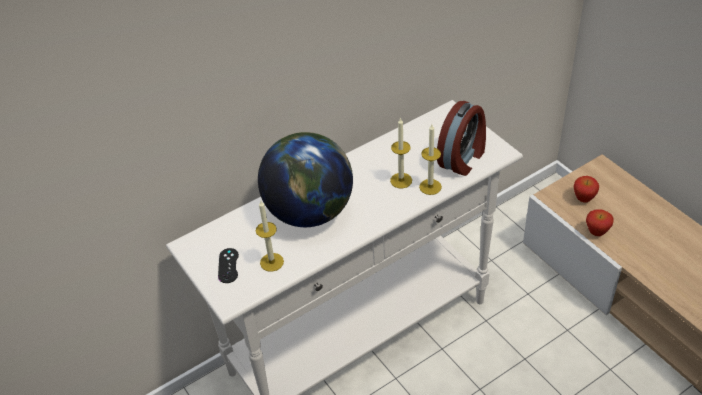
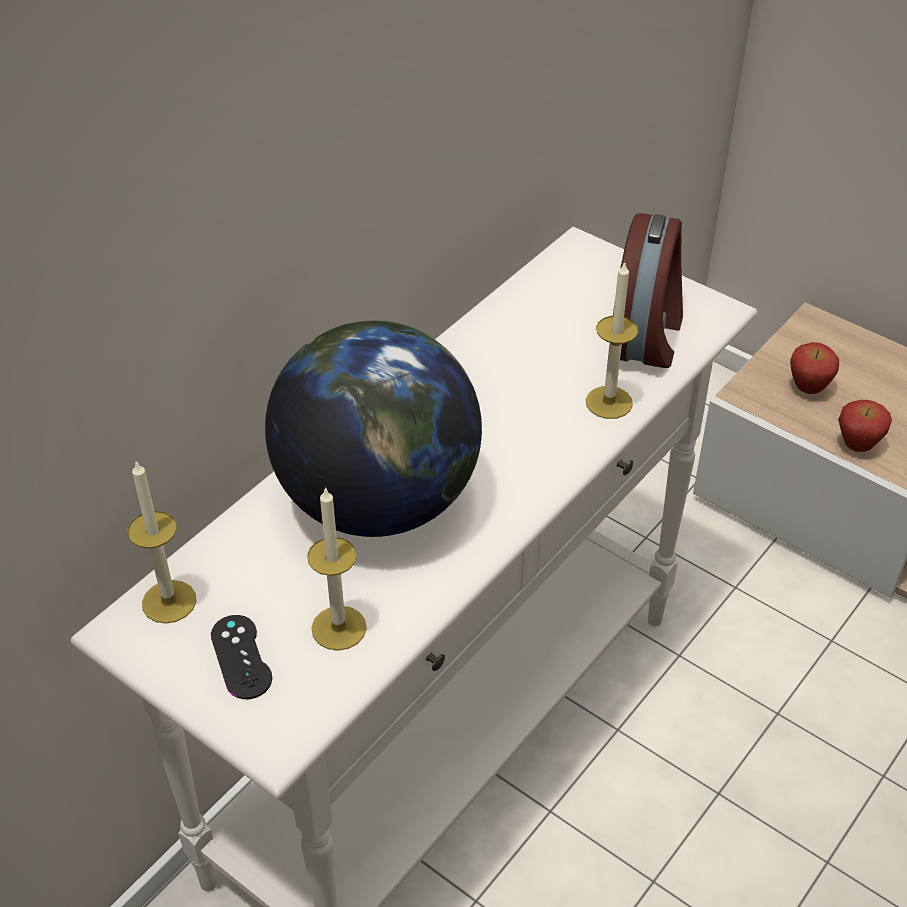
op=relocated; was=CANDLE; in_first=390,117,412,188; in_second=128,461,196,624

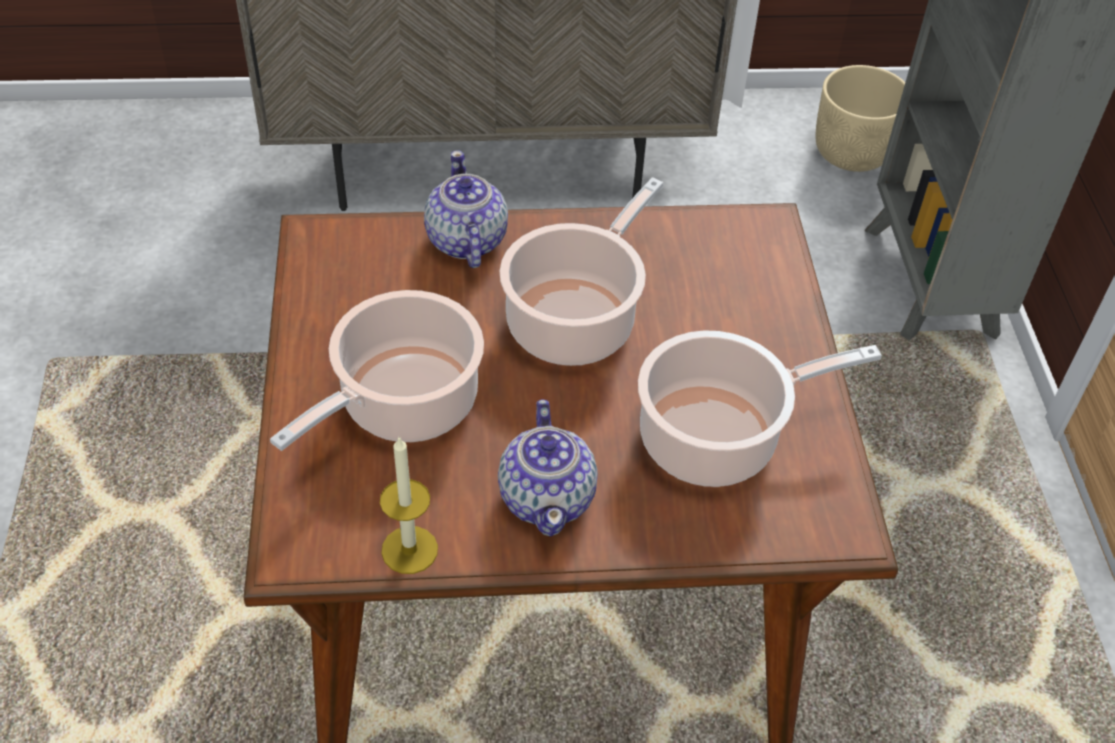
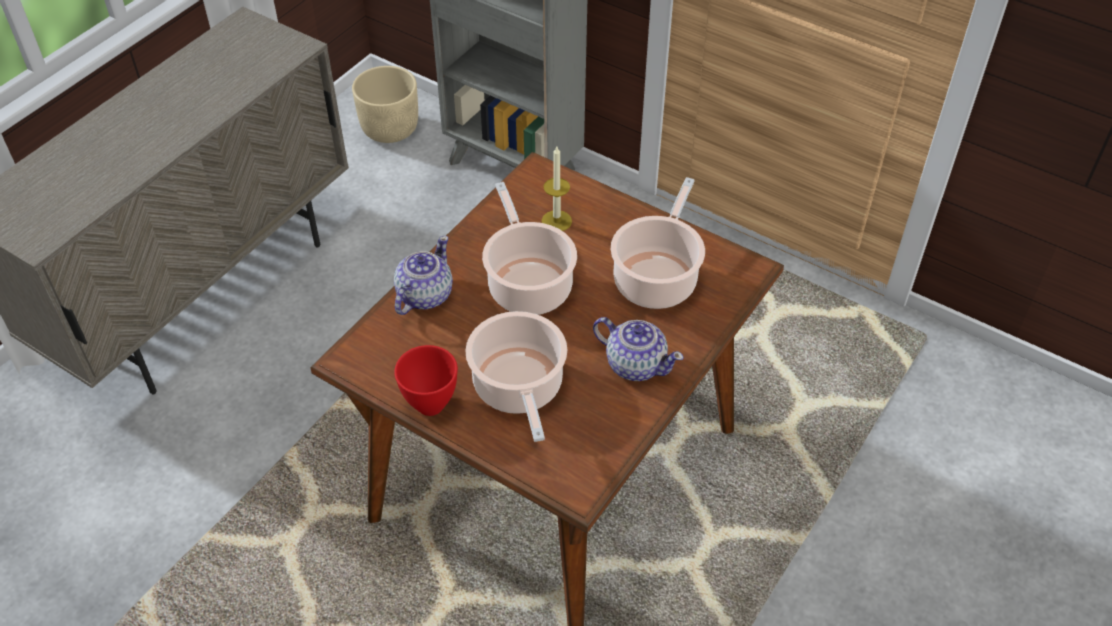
op=appeared; now=RED-COLOURED SERVING BOWL; in_second=394,345,458,416
op=relocated; was=CANDLE; in_first=380,437,438,574; in_second=542,147,572,231
op=spun; was=TEA POT; in_first=424,150,508,268; in_second=394,236,453,315; clockwise=90

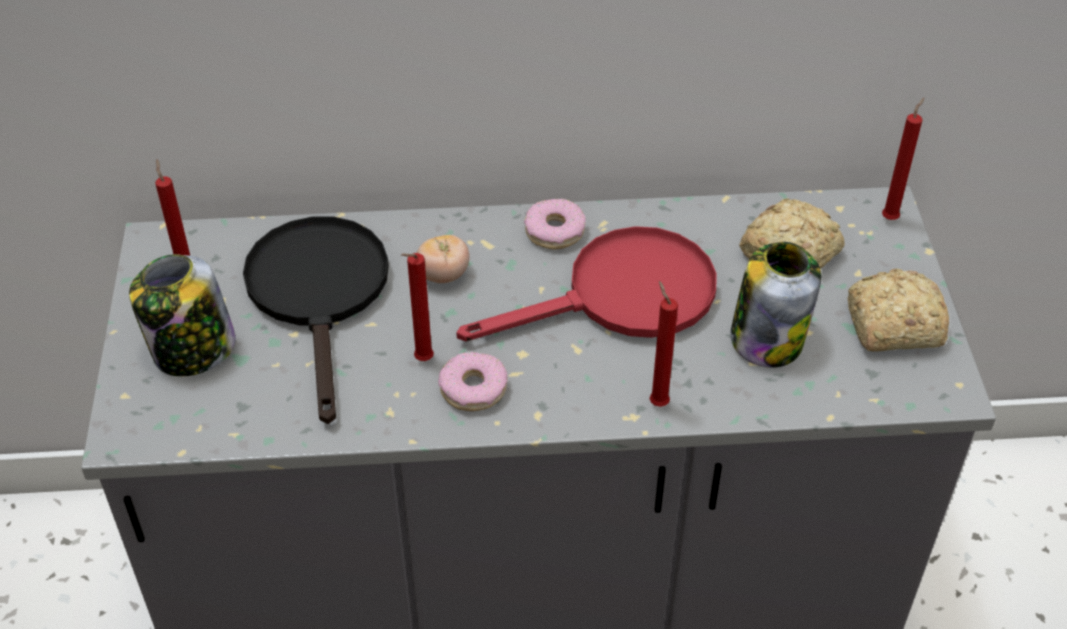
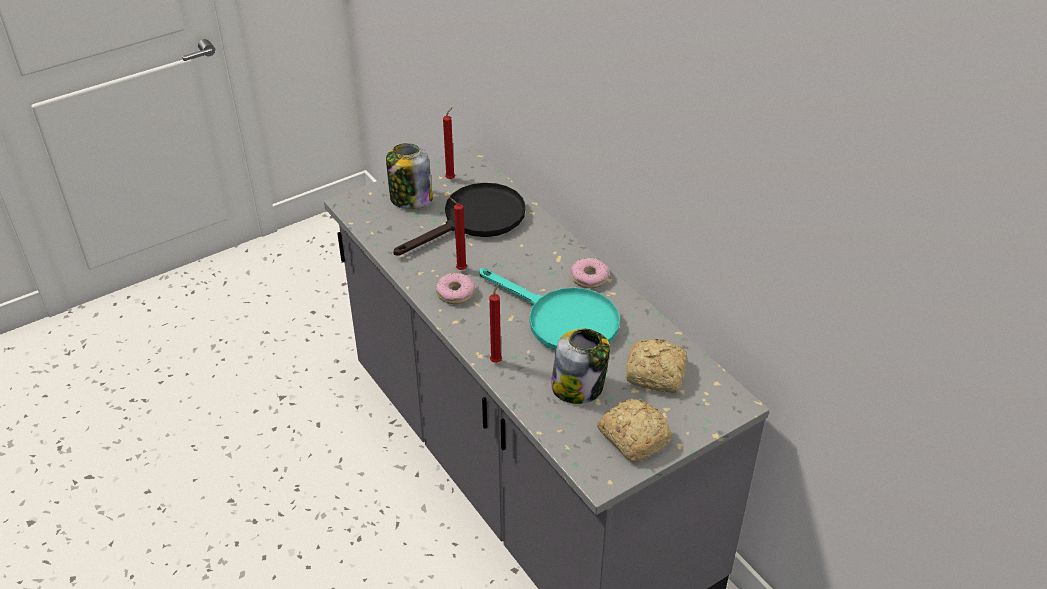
op=missing; was=FRESH TOMATO; in_first=417,235,470,283
op=missing; was=RED-COLOURED CANDLE; in_first=882,98,924,220
op=colour; was=RED-COLOURED PAN; now=TURQUOISE-COLOURED PAN; in_first=457,226,716,341; in_second=479,268,620,351

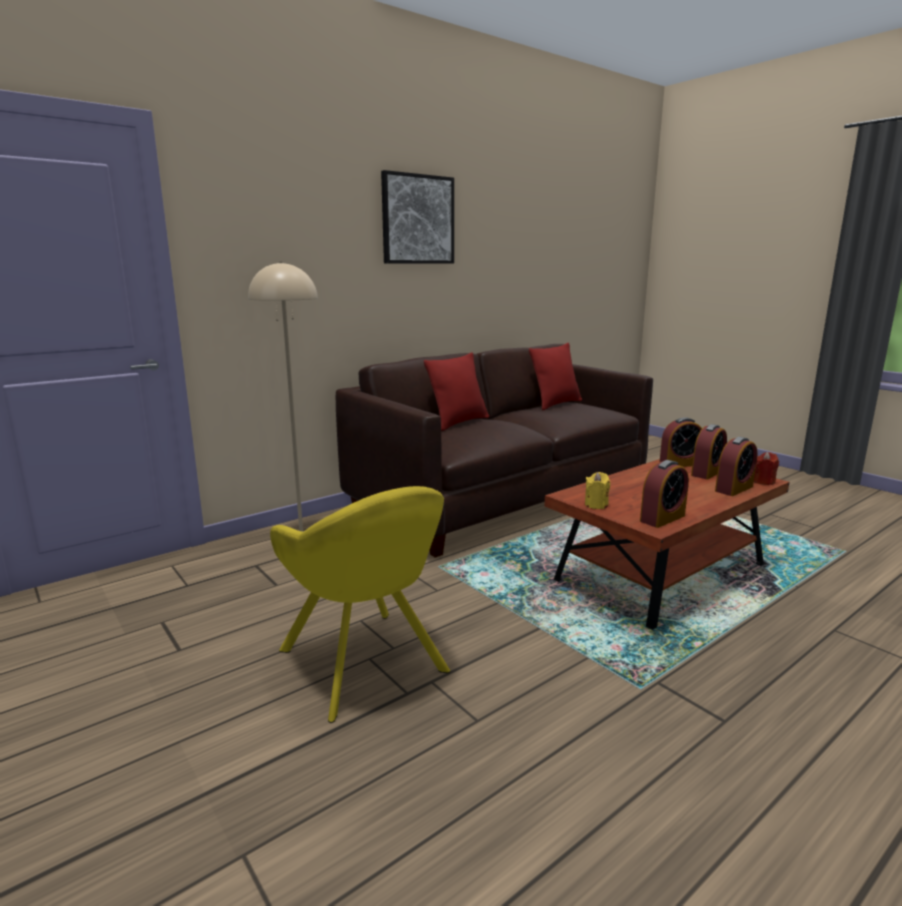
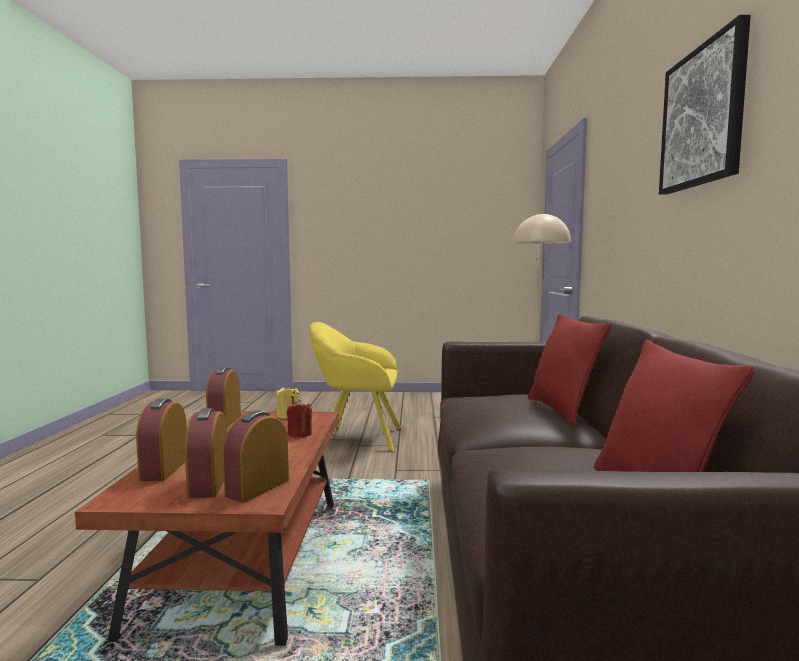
op=relocated; was=RED-COLOURED CANDLE; in_first=754,452,779,485; in_second=287,400,312,437

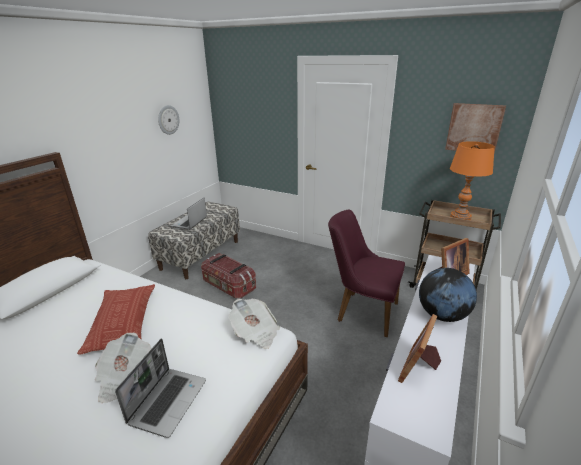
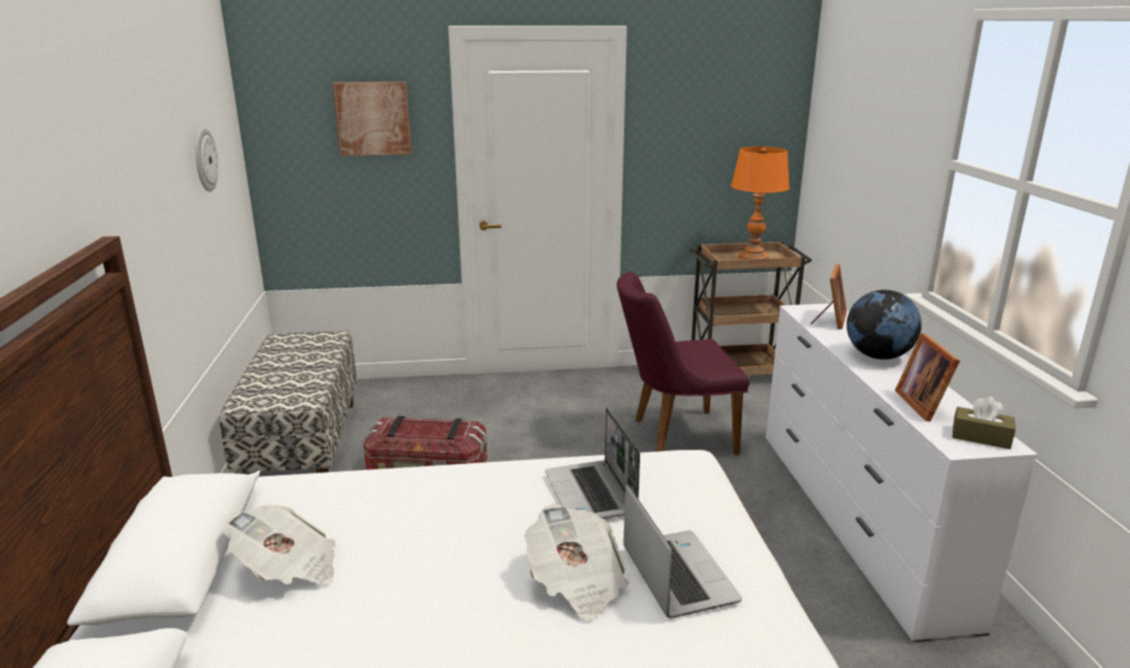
op=missing; was=THROW PILLOW; in_first=77,284,155,355
op=appeared; now=BROWN-COLOURED BOX OF TISSUES; in_second=952,397,1016,449
op=relocated; was=LAPTOP; in_first=171,198,207,230; in_second=545,408,640,519
op=relocated; was=DAILY PAPER; in_first=228,299,280,349; in_second=227,505,336,585
op=relocated; was=PICTURE; in_first=445,103,506,154; in_second=333,82,412,156

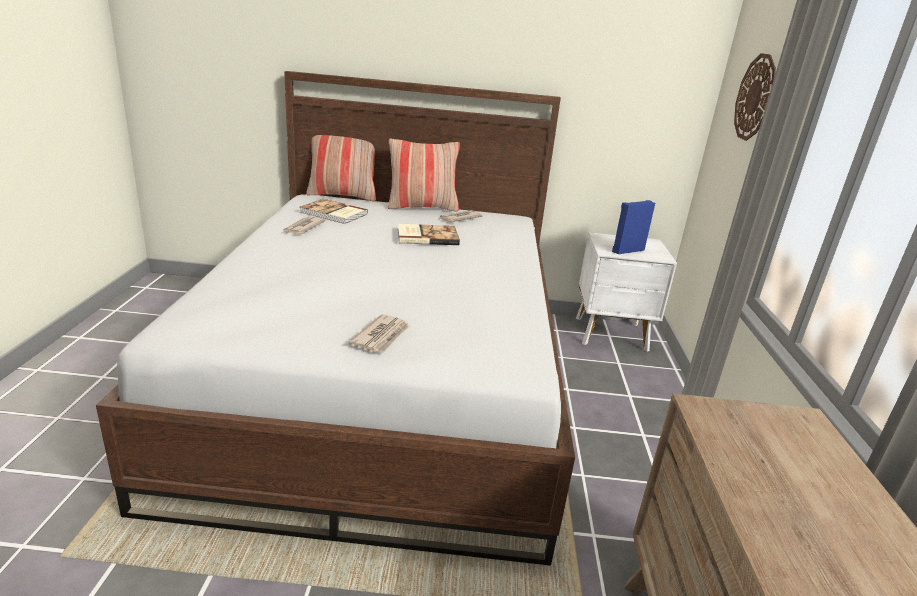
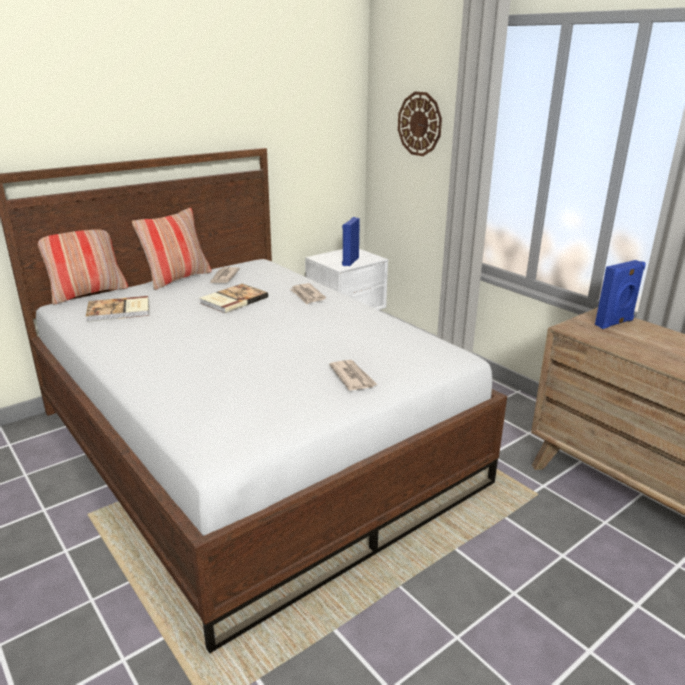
op=appeared; now=BLUE-COLOURED AUDIO SPEAKER; in_second=595,260,645,329
op=relocated; was=DAILY PAPER; in_first=282,216,326,234; in_second=290,283,326,304

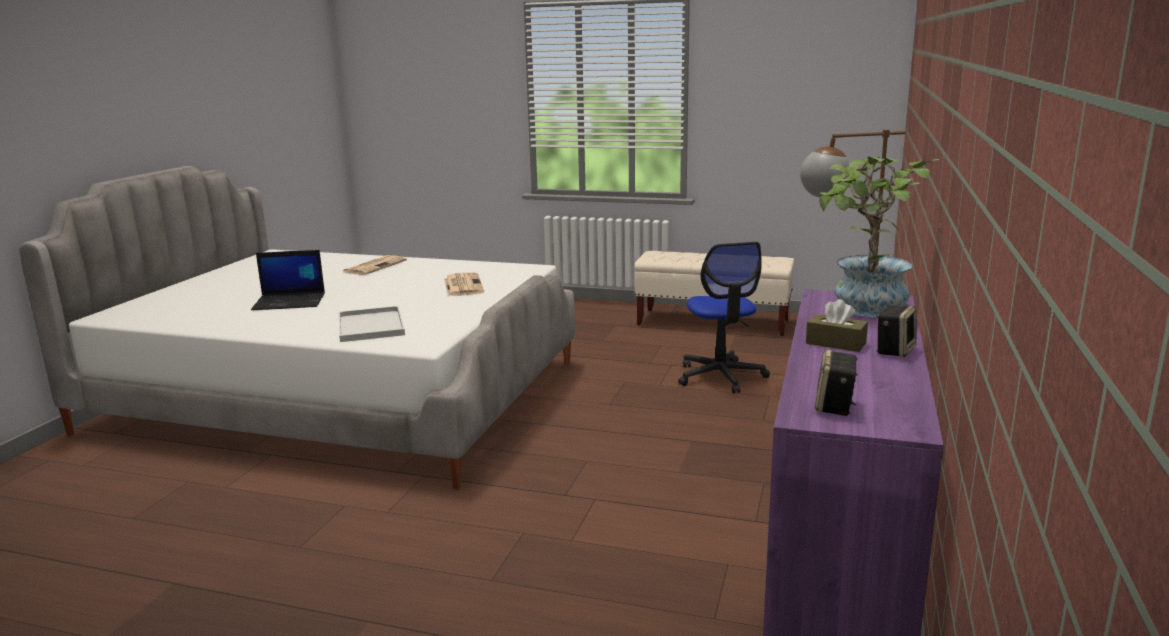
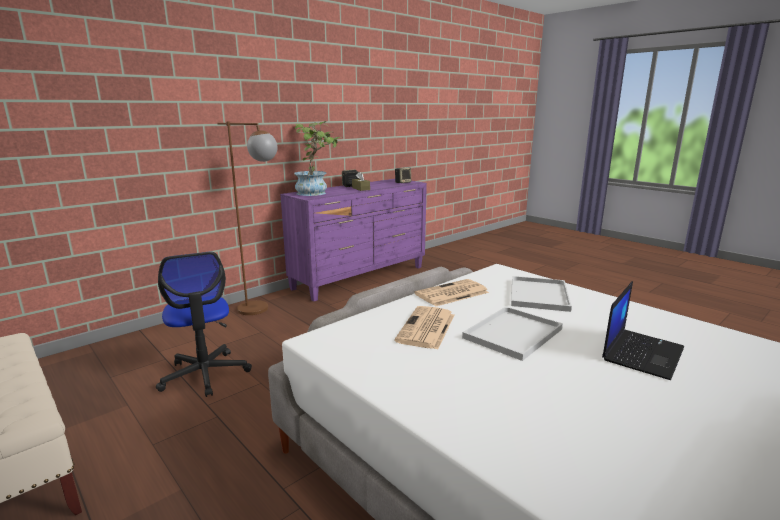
op=appeared; now=WHITE-COLOURED SERVING TRAY; in_second=462,306,563,361
op=relocated; was=DAILY PAPER; in_first=343,255,407,275; in_second=414,279,489,306
op=spun; was=LAPTOP; in_first=251,250,325,310; in_second=602,281,684,380; clockwise=105
op=spun; was=DESK CHAIR; in_first=678,242,770,394; in_second=156,252,252,397; clockwise=135

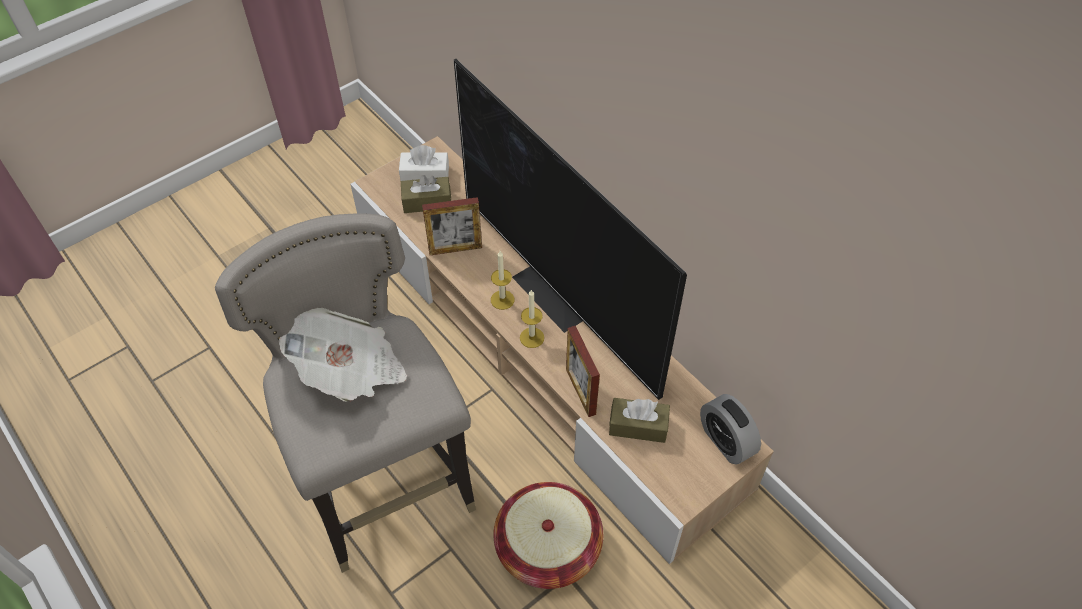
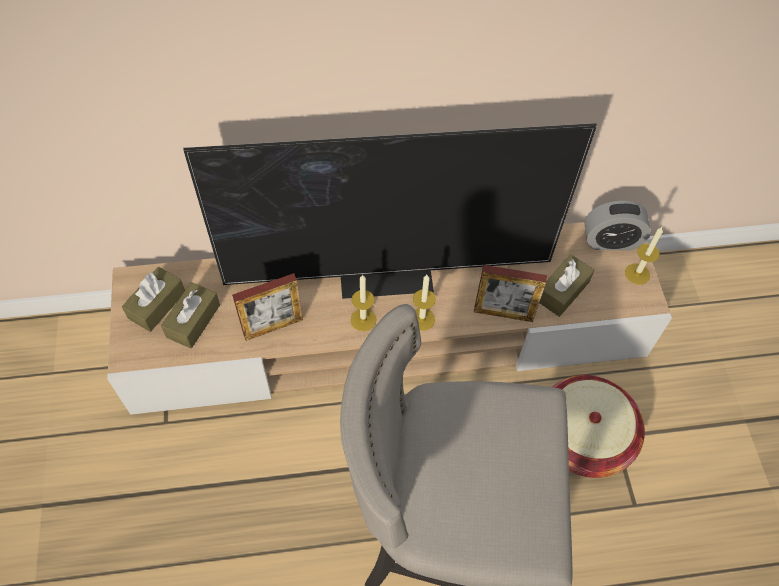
op=missing; was=DAILY PAPER; in_first=279,308,407,402
op=appeared; now=CANDLE; in_second=625,227,663,285
op=colour; was=WHITE-COLOURED BOX OF TISSUES; now=BROWN-COLOURED BOX OF TISSUES; in_first=399,145,449,181; in_second=122,267,185,332
op=spun; was=STANDING FRAME; in_first=422,197,482,255; in_second=232,273,303,341; clockwise=45

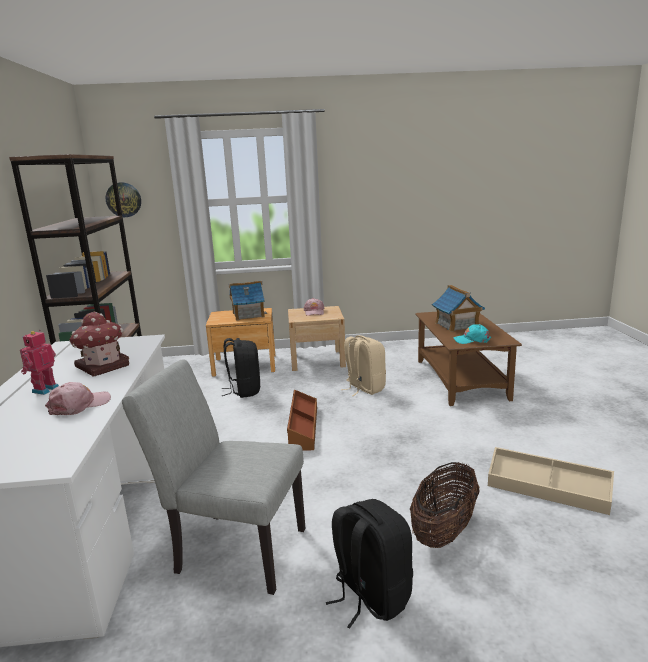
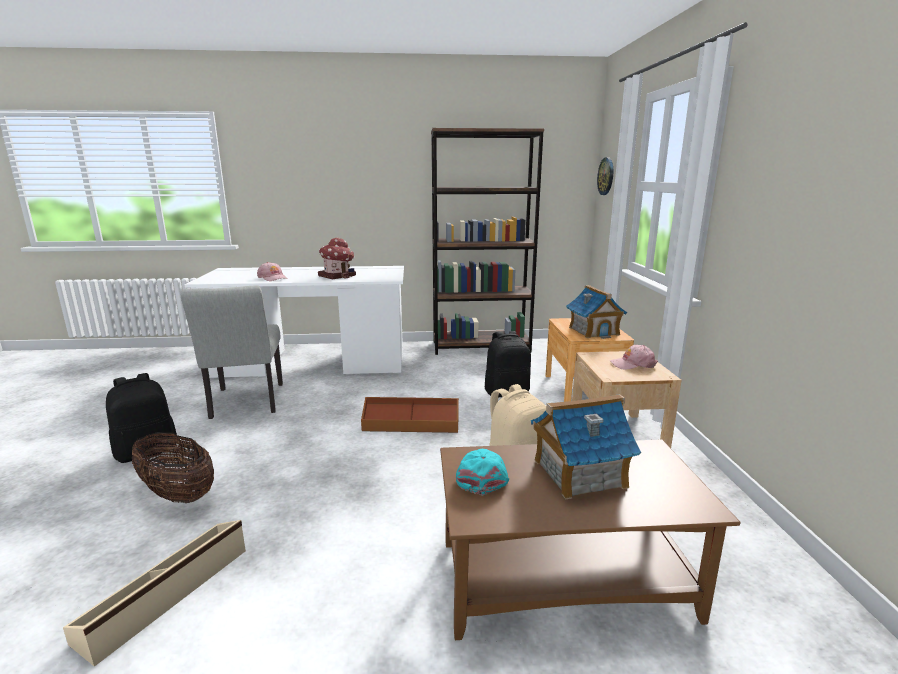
op=missing; was=MODEL ROBOT; in_first=20,330,59,395
op=spun; was=GREYISH CHAIR; in_first=122,359,305,595; in_second=181,285,283,419; clockwise=150

